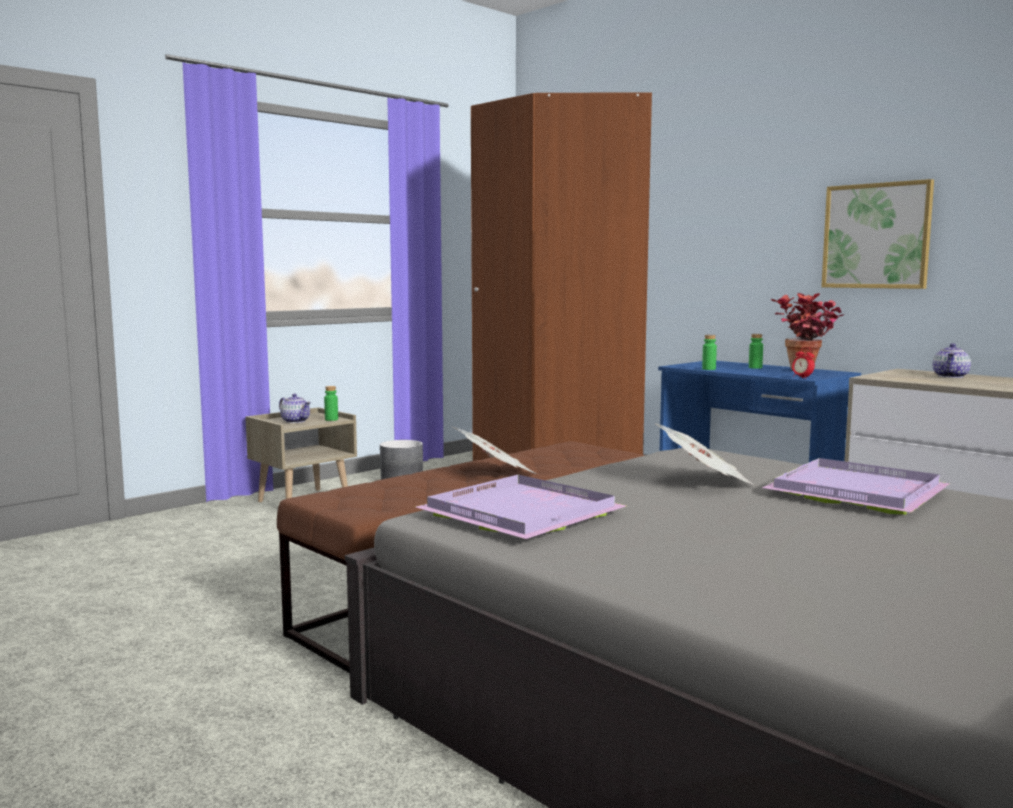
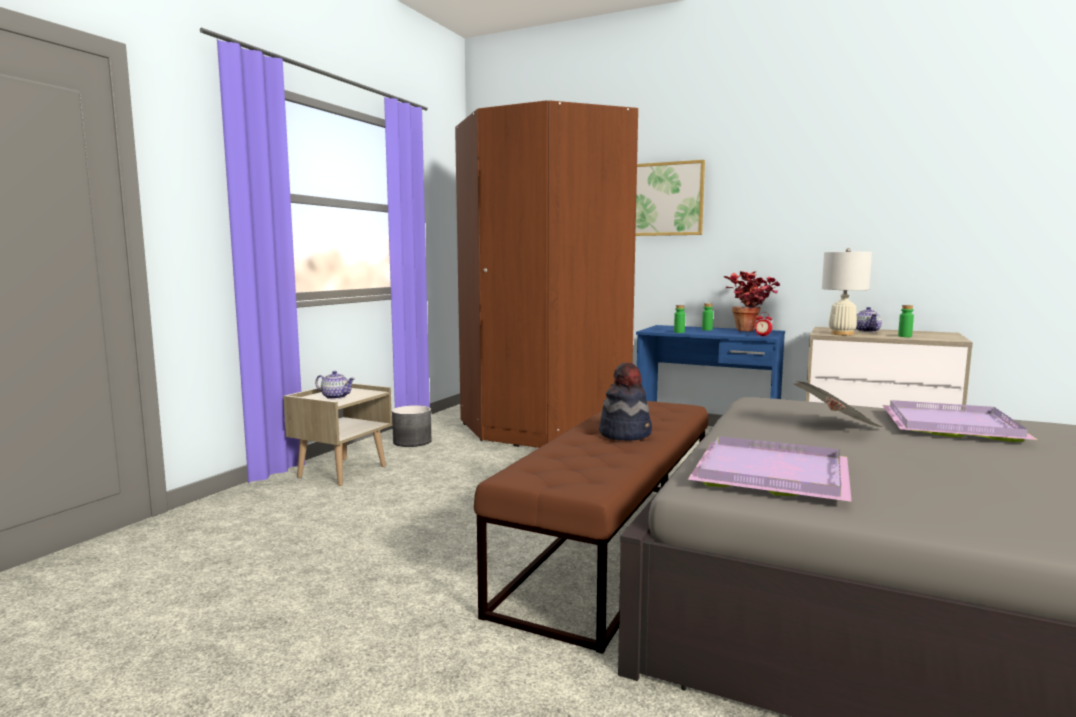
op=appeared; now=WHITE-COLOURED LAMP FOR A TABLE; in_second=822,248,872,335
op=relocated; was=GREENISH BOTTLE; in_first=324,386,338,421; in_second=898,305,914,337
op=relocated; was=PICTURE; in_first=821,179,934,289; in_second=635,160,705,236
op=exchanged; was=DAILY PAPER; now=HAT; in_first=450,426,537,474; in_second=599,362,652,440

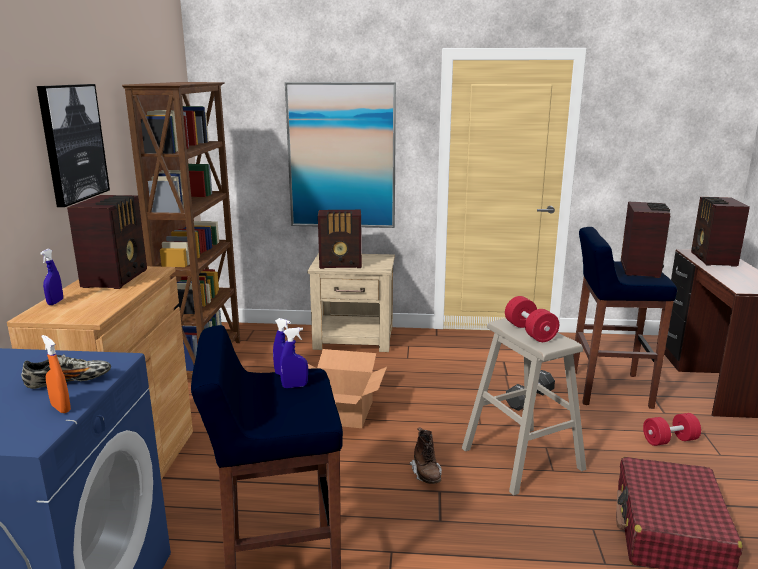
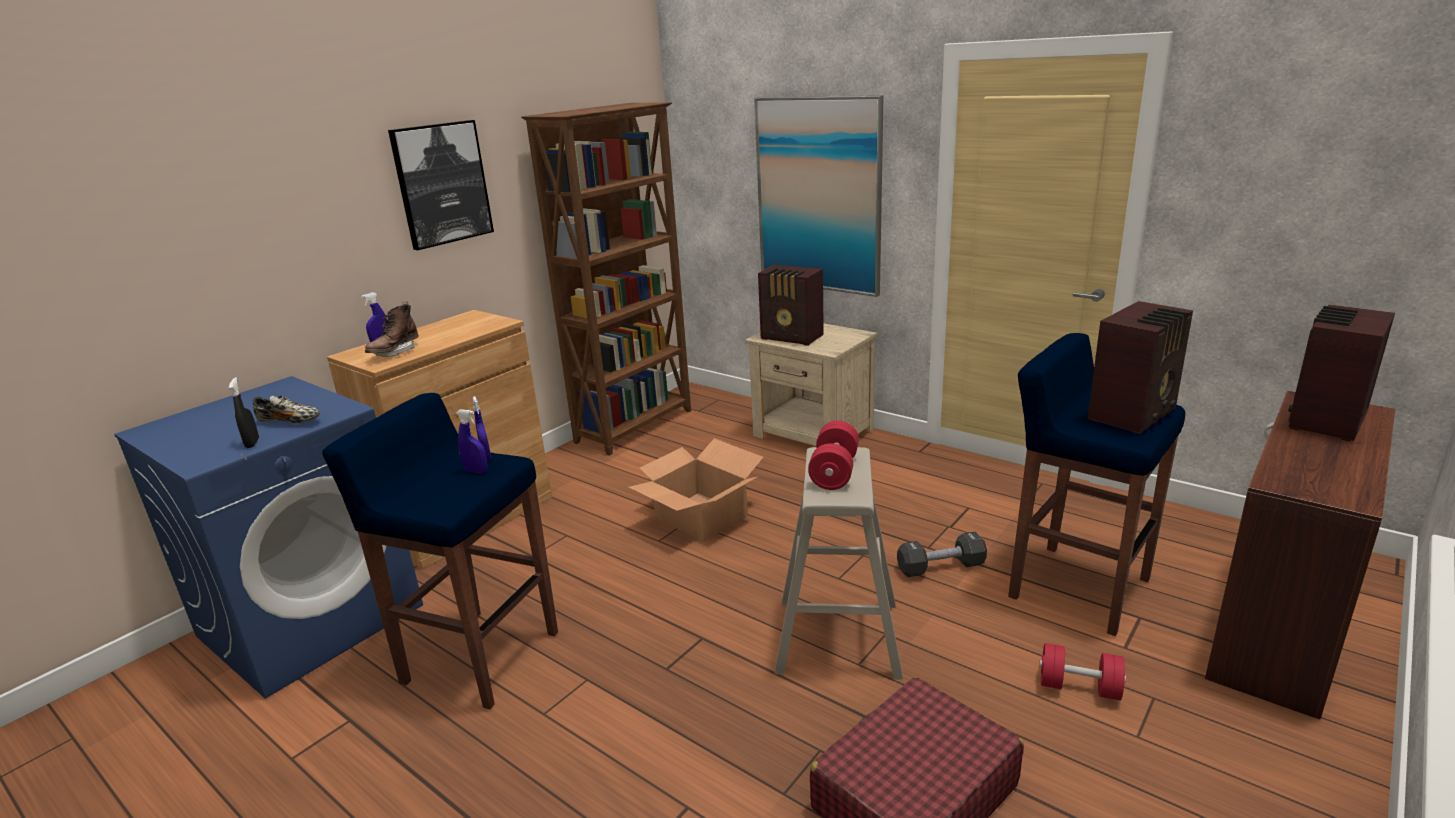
op=missing; was=RADIO SET; in_first=67,195,147,289
op=relocated; was=BROWN-COLOURED BOOT; in_first=410,427,442,484; in_second=365,302,419,357
op=colour; was=ORANGEY SPRAYER; now=BLACKISH SPRAYER; in_first=41,335,71,413; in_second=229,377,259,448

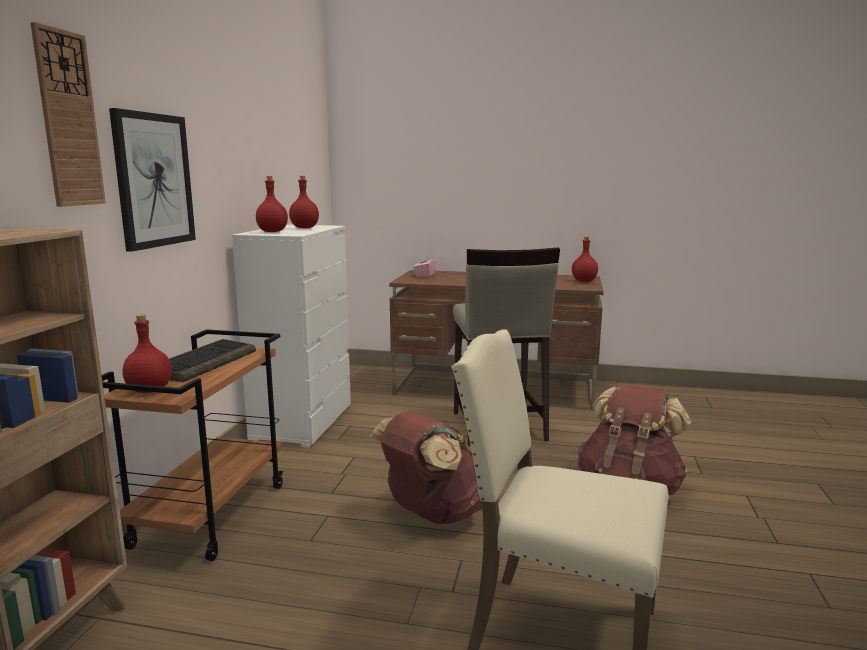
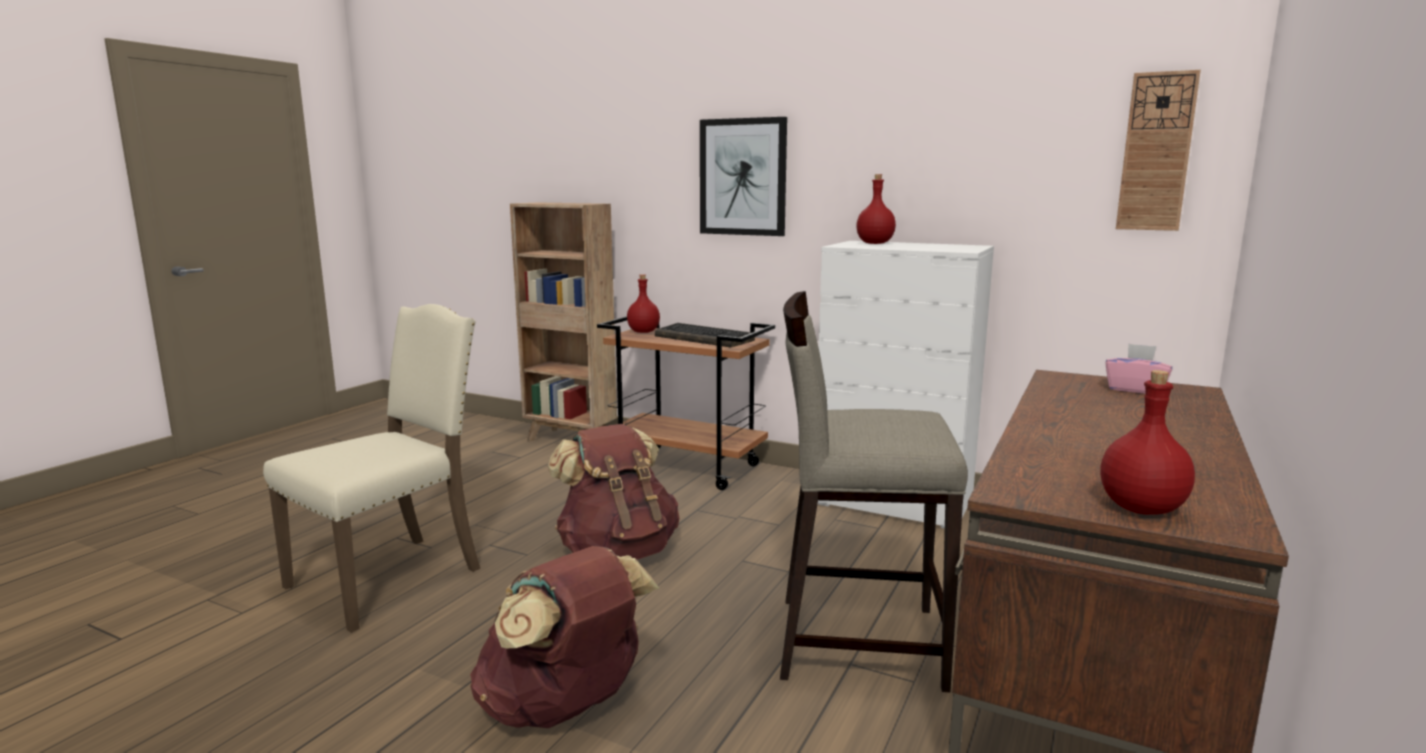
op=missing; was=RED-COLOURED BOTTLE; in_first=289,176,319,228
op=relocated; was=HANGING CLOCK; in_first=30,22,106,207; in_second=1116,70,1201,231

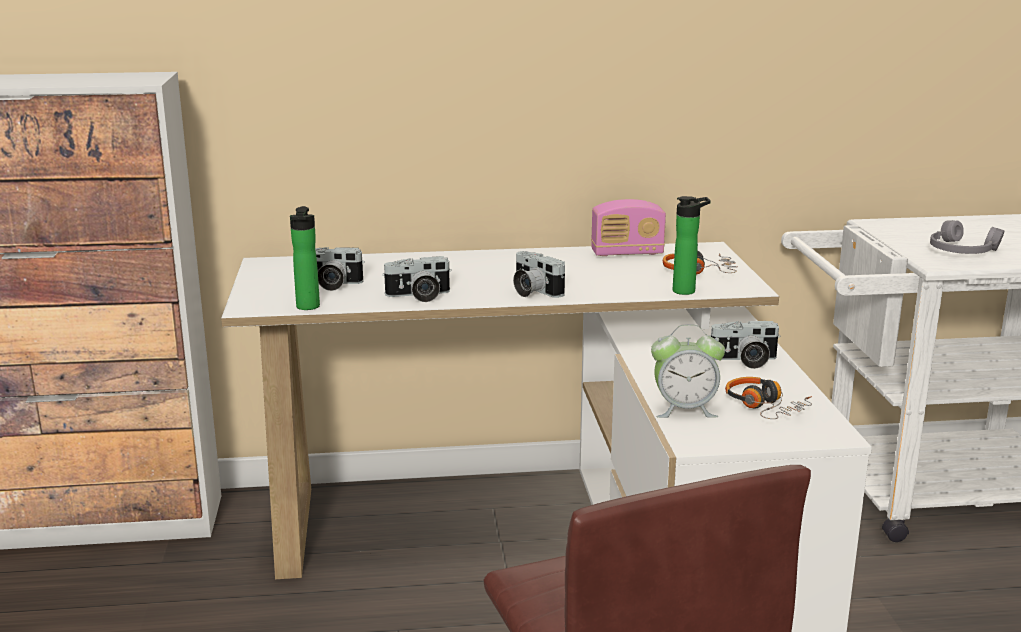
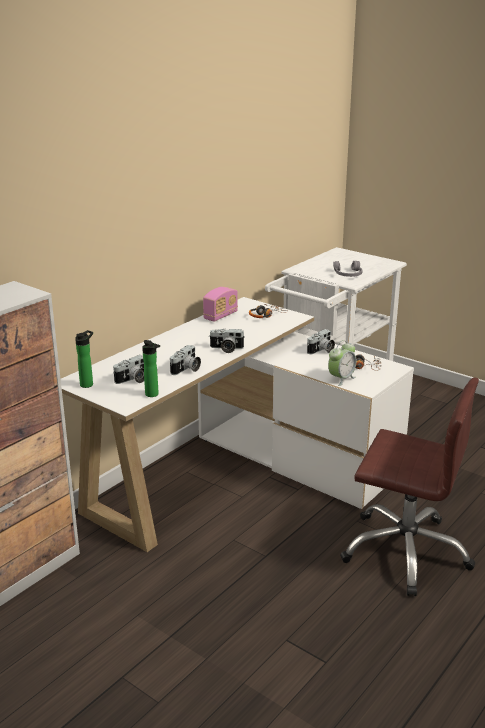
op=relocated; was=BOTTLE; in_first=673,196,711,295; in_second=75,330,93,388

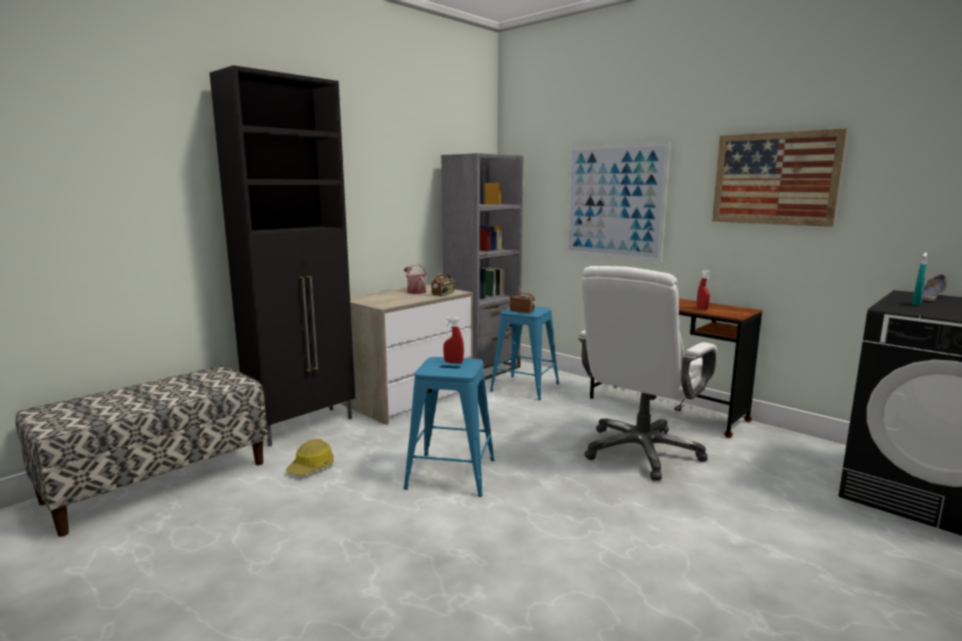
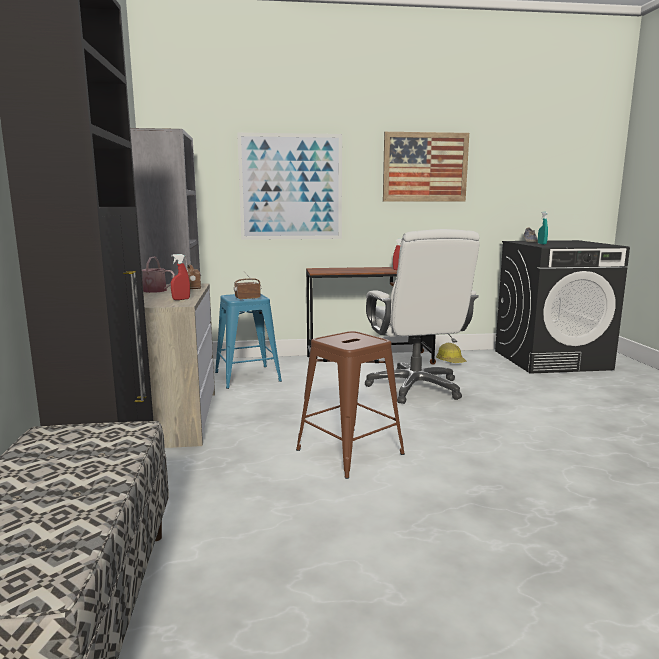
op=relocated; was=SAFETY HELMET; in_first=286,439,334,476; in_second=436,343,466,363
op=relocated; was=RED-COLOURED SPRAYER; in_first=443,317,464,363; in_second=171,254,190,300
op=colour; was=BLUE-COLOURED STOOL; now=BROWN-COLOURED STOOL; in_first=404,357,494,497; in_second=296,331,405,479

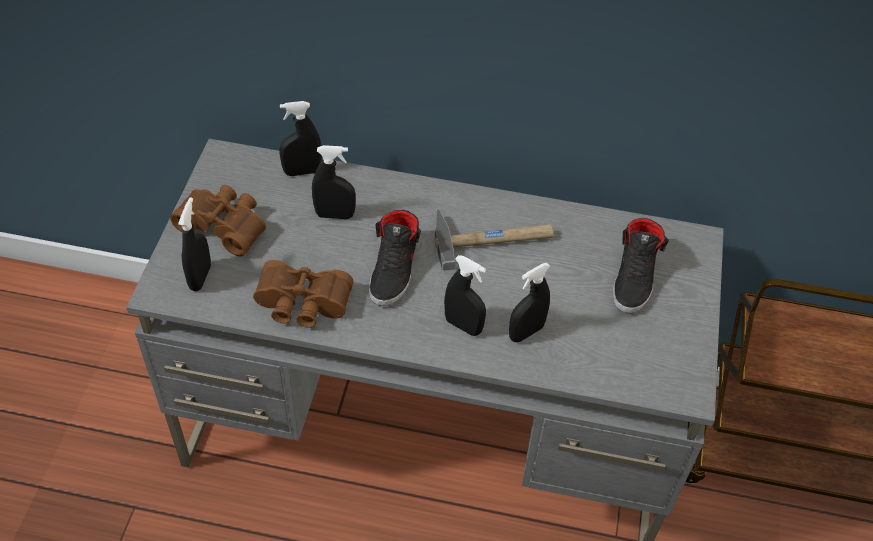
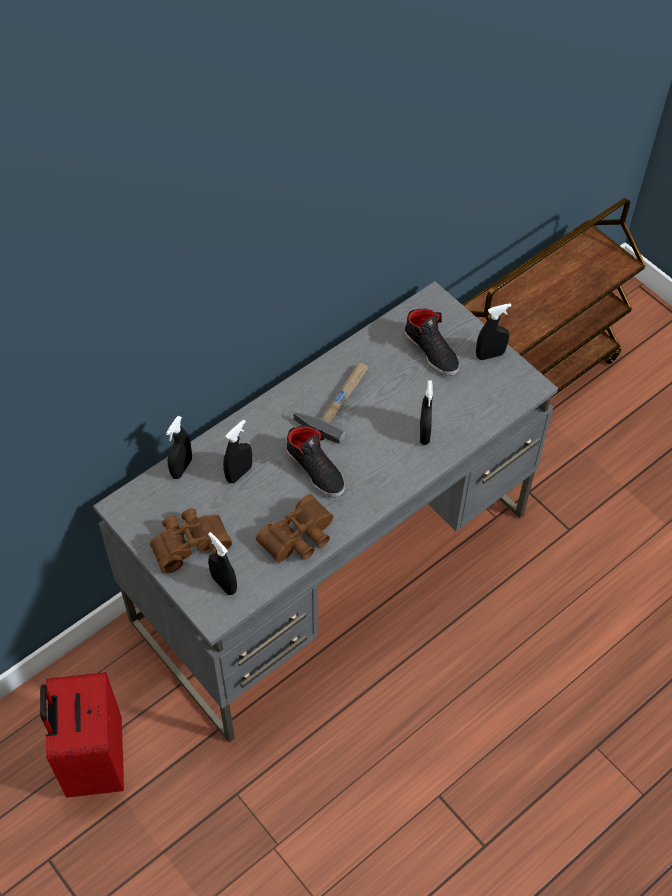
op=appeared; now=RED-COLOURED PIECE OF LUGGAGE; in_second=40,672,124,798
op=relocated; was=BLACKISH SPRAYER; in_first=444,255,486,336; in_second=476,303,512,360

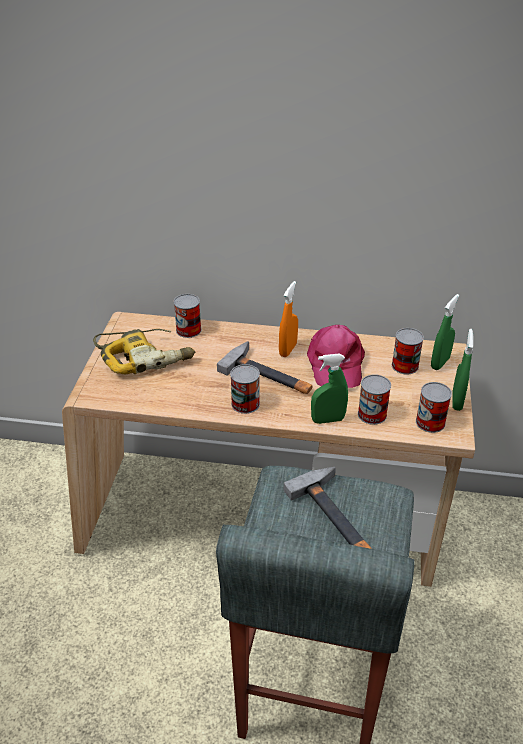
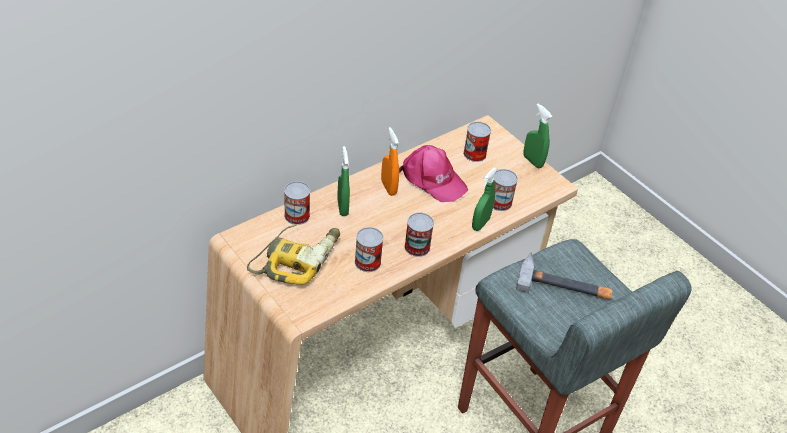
op=missing; was=TOOL HAMMER; in_first=217,341,312,394
op=relocated; was=METAL CAN; in_first=416,382,452,433; in_second=355,227,384,272
op=relocated; was=GREENISH SPRAYER; in_first=431,294,459,370; in_second=337,146,350,216

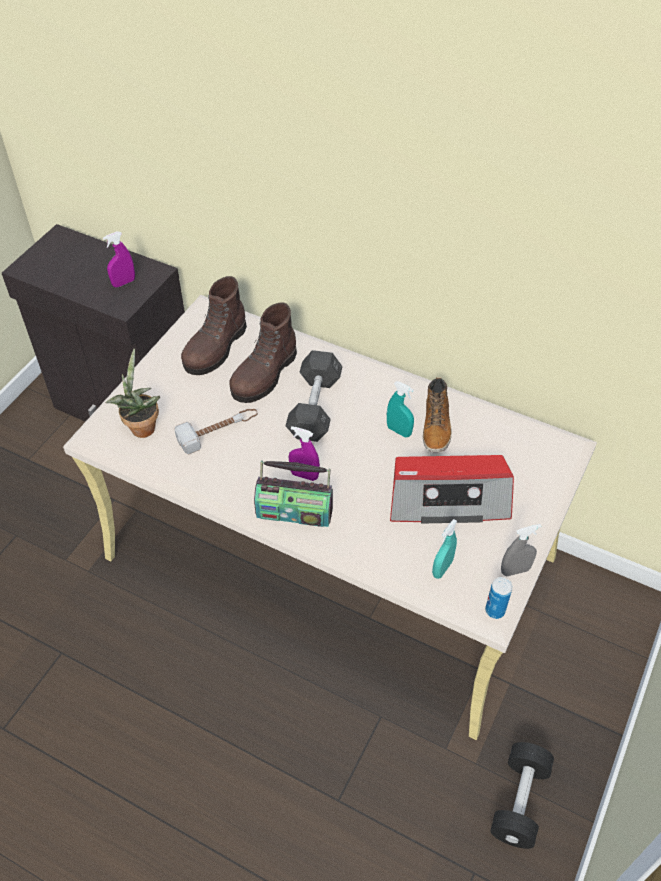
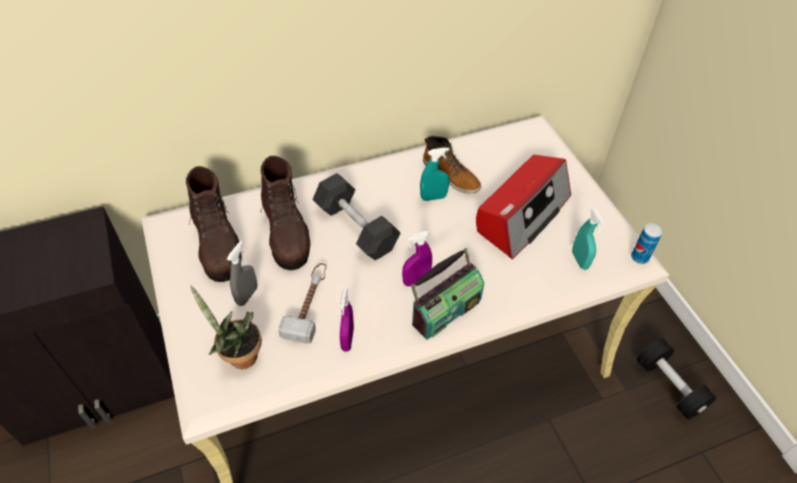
op=relocated; was=PURPLISH SPRAYER; in_first=103,231,135,287; in_second=340,288,354,352
op=relocated; was=GREYISH SPRAYER; in_first=501,524,541,576; in_second=227,241,257,306

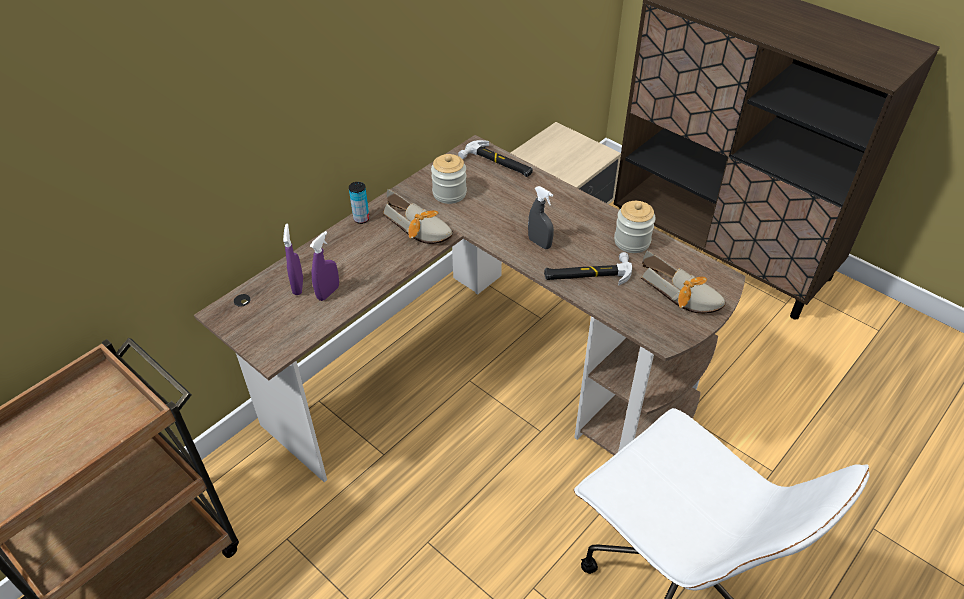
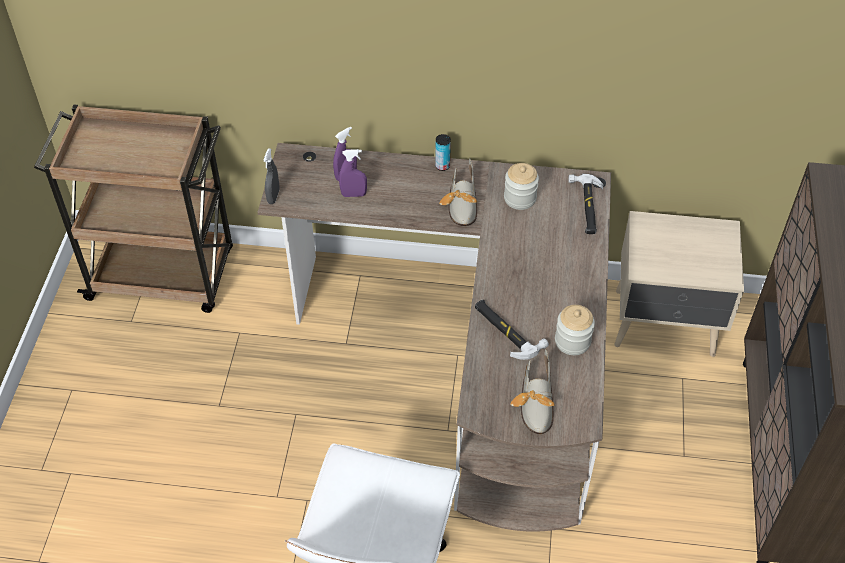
op=relocated; was=GREYISH SPRAYER; in_first=528,186,554,249; in_second=263,148,280,204

